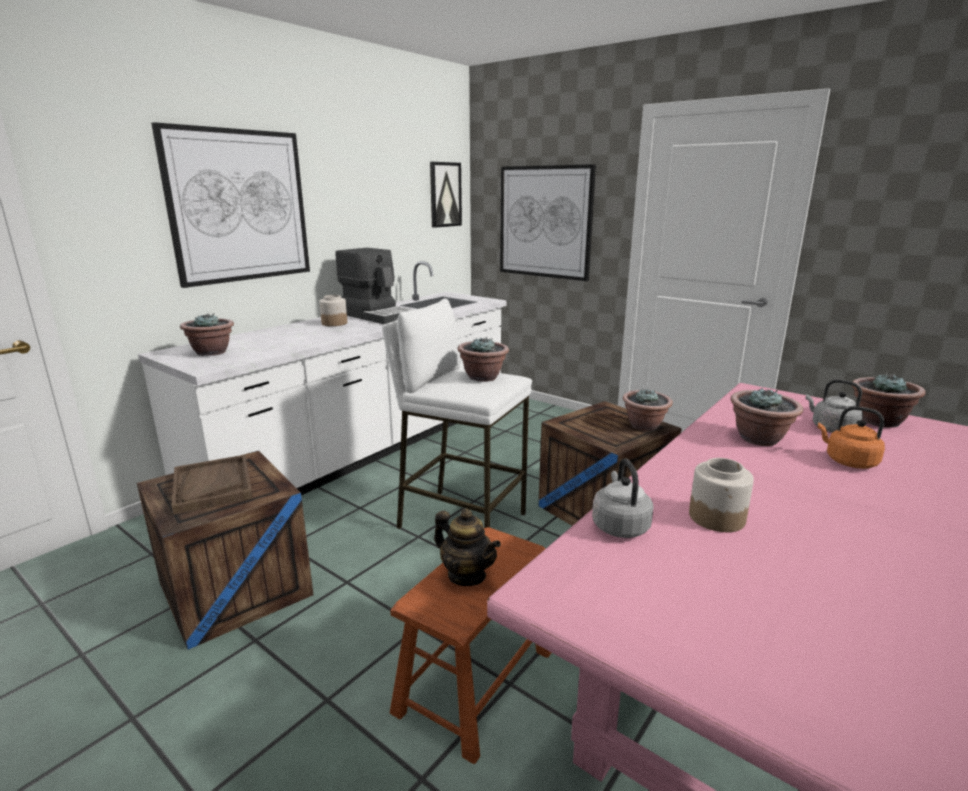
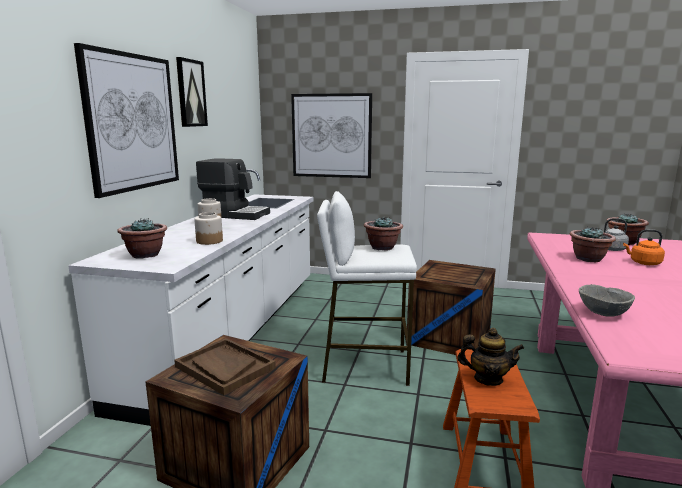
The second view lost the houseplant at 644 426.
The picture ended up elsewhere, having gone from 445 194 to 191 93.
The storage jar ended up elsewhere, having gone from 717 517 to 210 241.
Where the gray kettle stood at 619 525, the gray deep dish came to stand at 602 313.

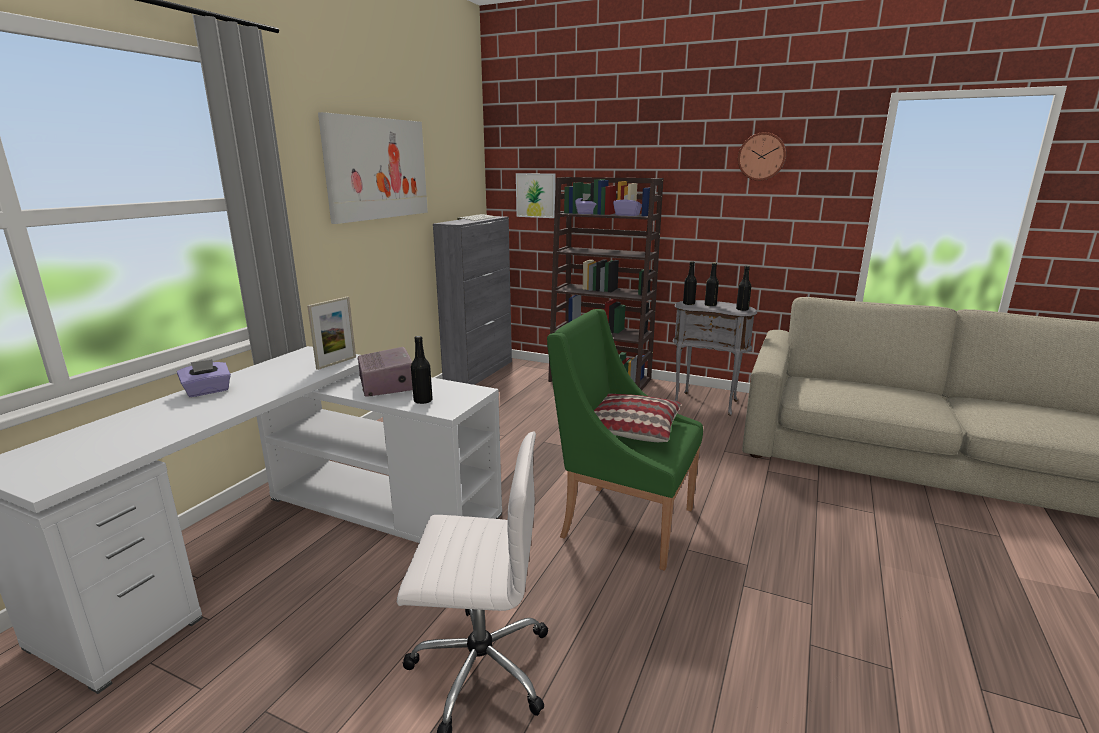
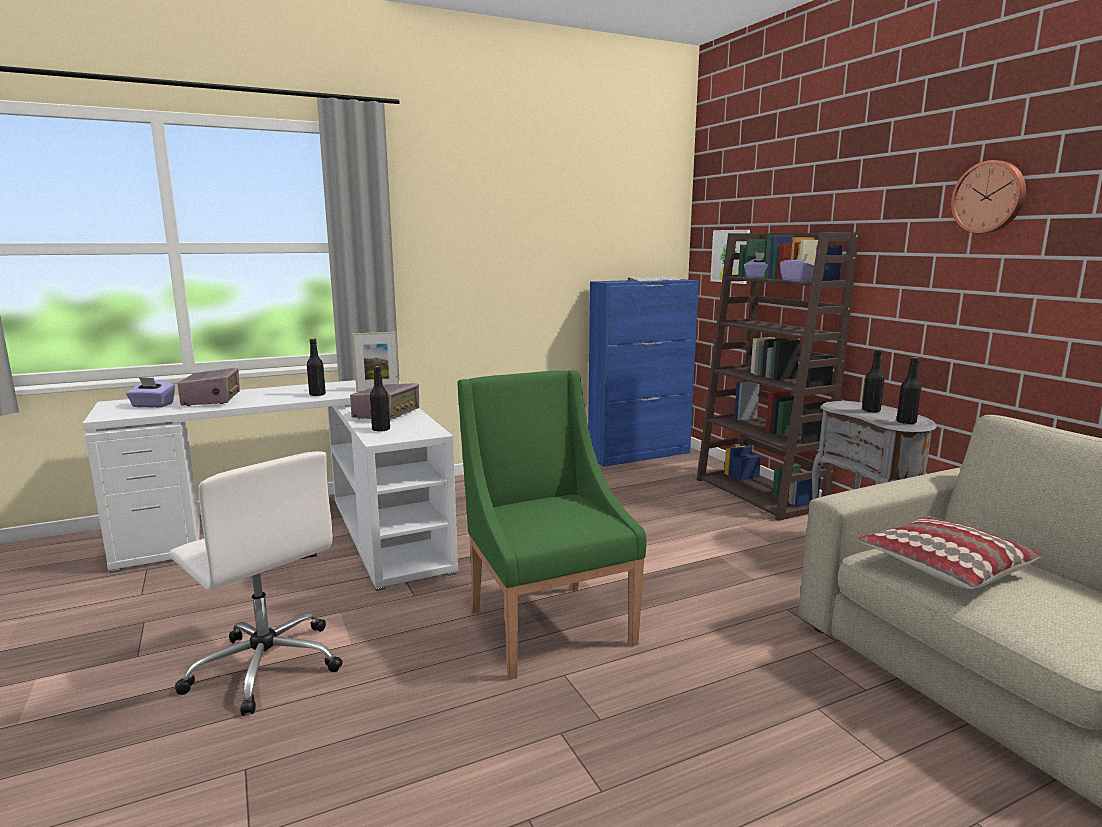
The second view lost the picture at 377 168.
The second view gained the radio at 212 400.
The purple box of tissues ended up elsewhere, having gone from 207 391 to 152 405.
The pillow ended up elsewhere, having gone from 629 428 to 943 566.
The blackish bottle ended up elsewhere, having gone from 688 304 to 317 395.
What was the gray storage cabinet at 479 372 turned into the blue-coloured storage cabinet at 640 455.

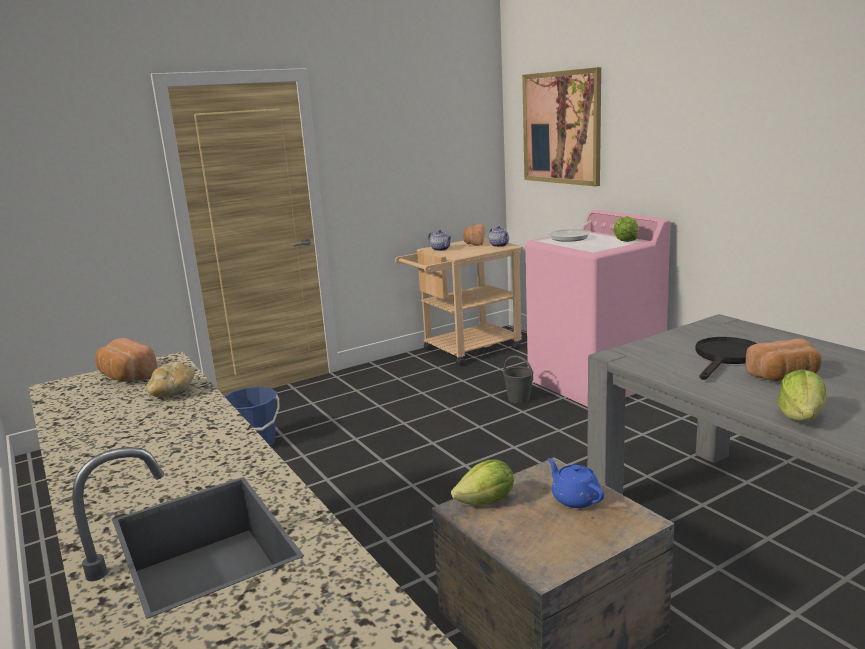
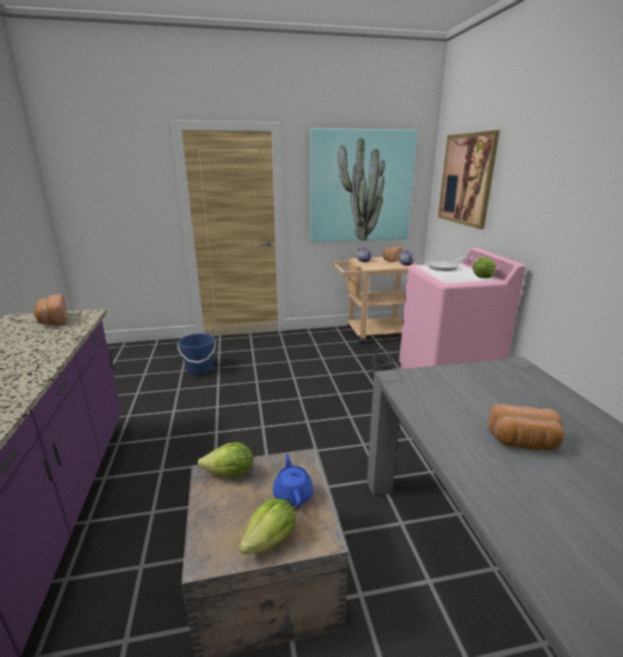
The second view lost the bakery bread at 172 392.
The second view lost the blackish frying pan at 725 358.
The second view gained the picture at 361 187.
The lettuce ended up elsewhere, having gone from 801 417 to 271 540.

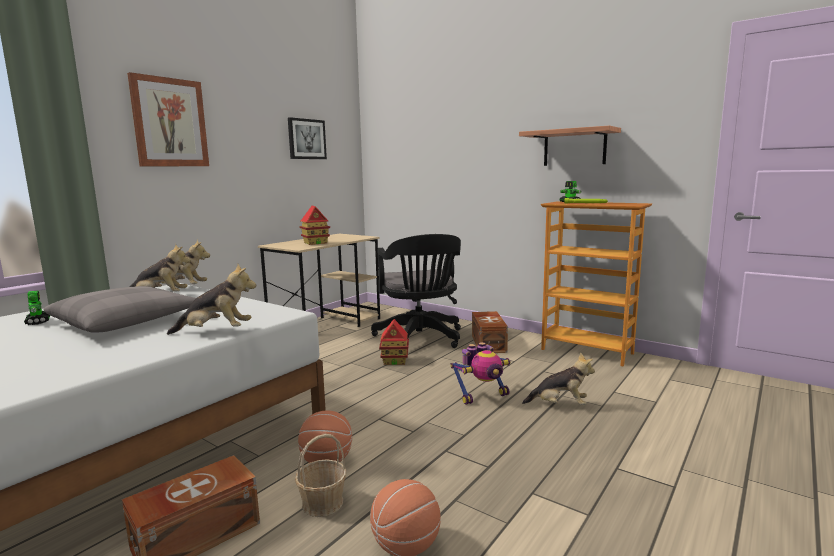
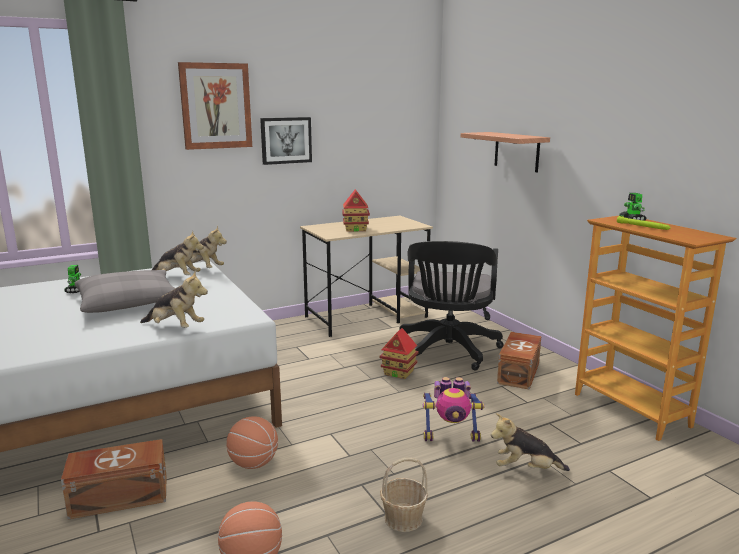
The picture ended up elsewhere, having gone from 306 139 to 286 140.
The basket ended up elsewhere, having gone from 322 503 to 403 518.
The shelf ended up elsewhere, having gone from 574 148 to 516 151.
The plush toy at 559 405 ended up facing another way, 150 degrees clockwise from before.

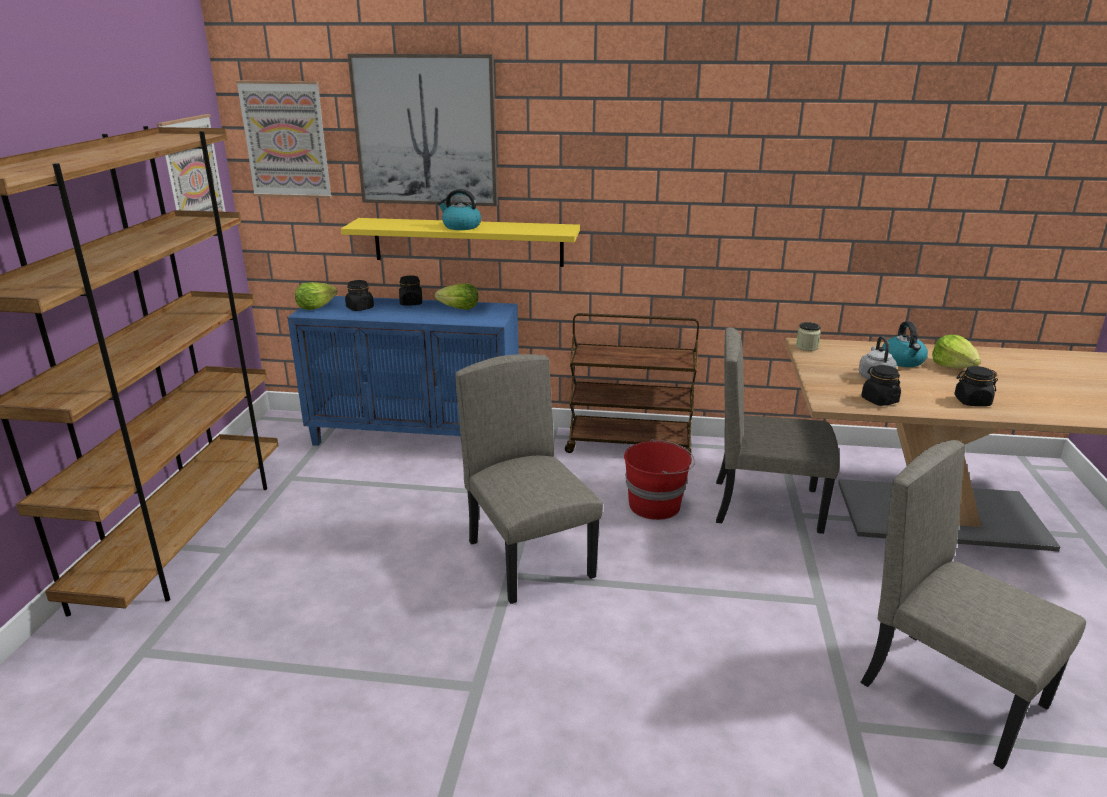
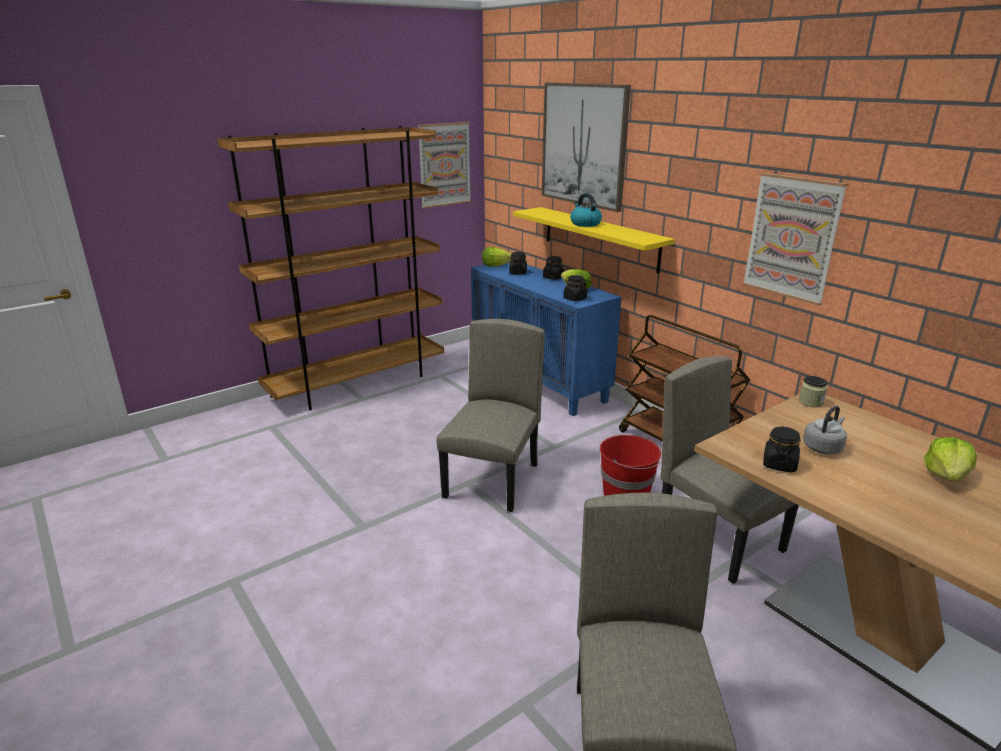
The second view lost the kettle at 903 361.
The picture ended up elsewhere, having gone from 286 140 to 792 237.
The blackish storage jar ended up elsewhere, having gone from 972 401 to 574 298.

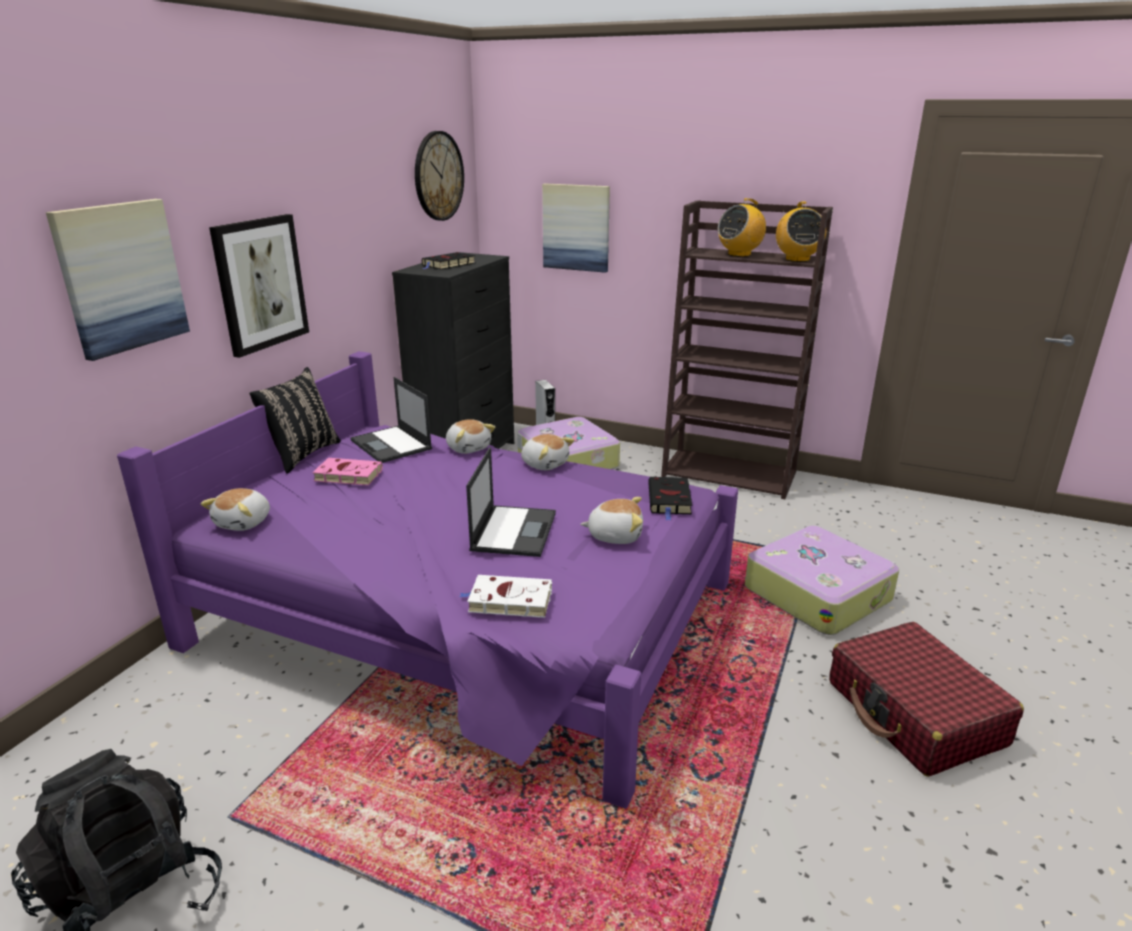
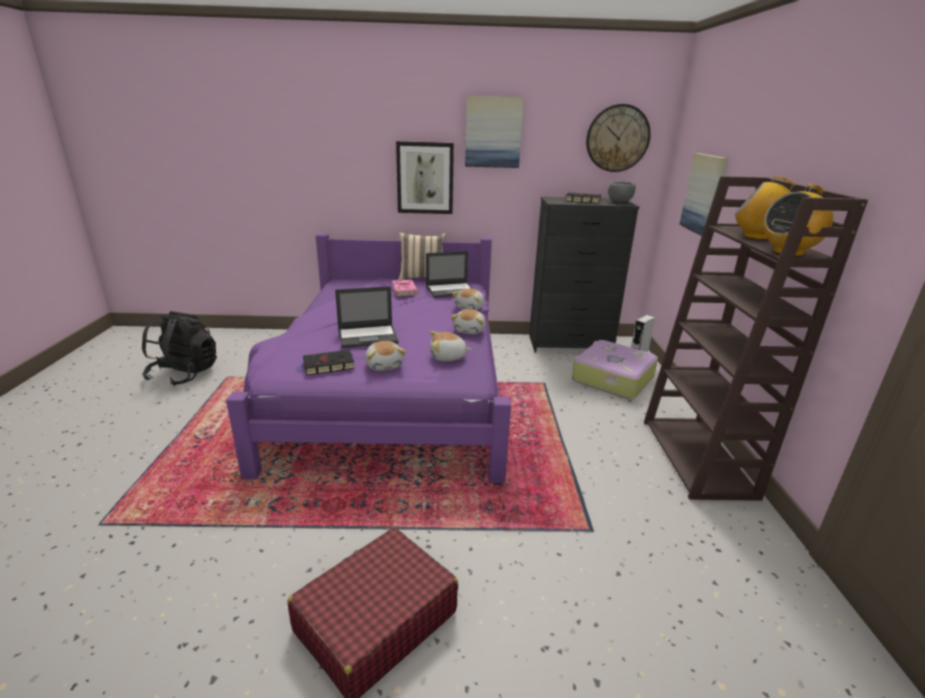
The second view lost the white-coloured book at 508 601.
The second view lost the piece of luggage at 817 593.
The second view gained the gray deep dish at 620 202.
The picture ended up elsewhere, having gone from 121 277 to 493 132.
The plush toy ended up elsewhere, having gone from 244 522 to 448 357.
The blackish book ended up elsewhere, having gone from 669 500 to 327 366.
What was the blackish pillow at 302 455 turned into the beige-coloured pillow at 422 278.
The notebook computer at 392 445 ended up facing another way, 135 degrees counterclockwise from before.

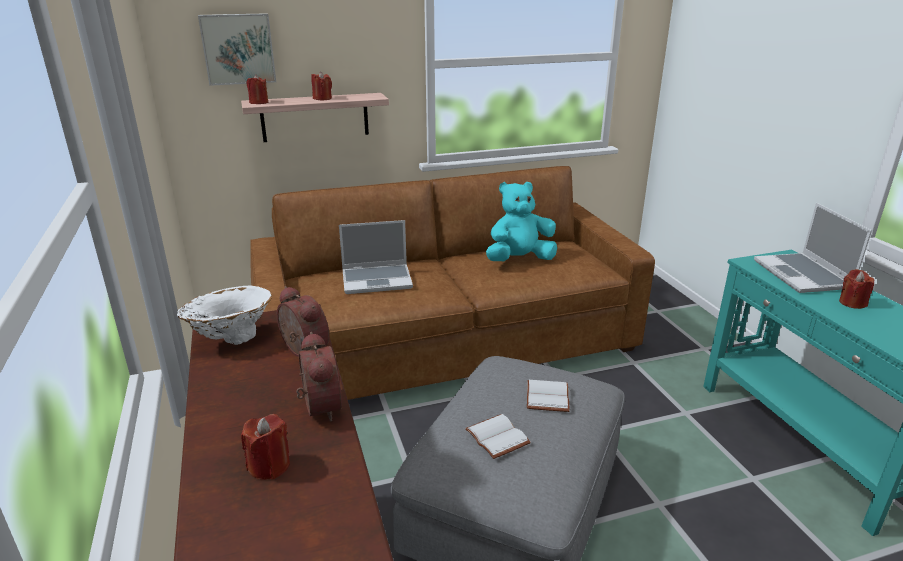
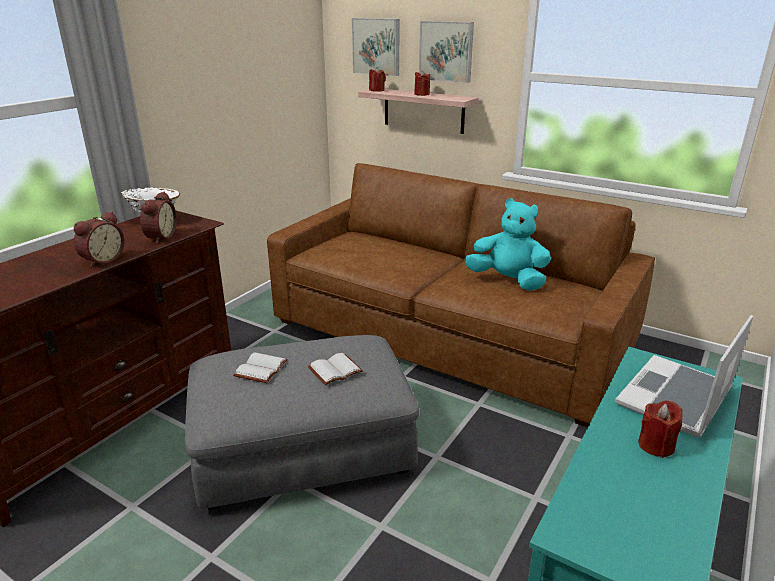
The second view lost the red-coloured wax candle at 269 466.
The second view lost the notebook computer at 377 280.
The second view gained the picture at 446 51.

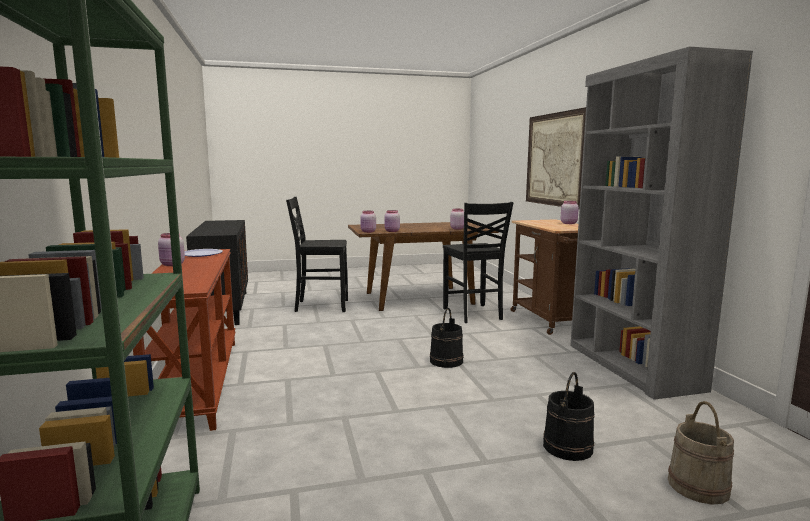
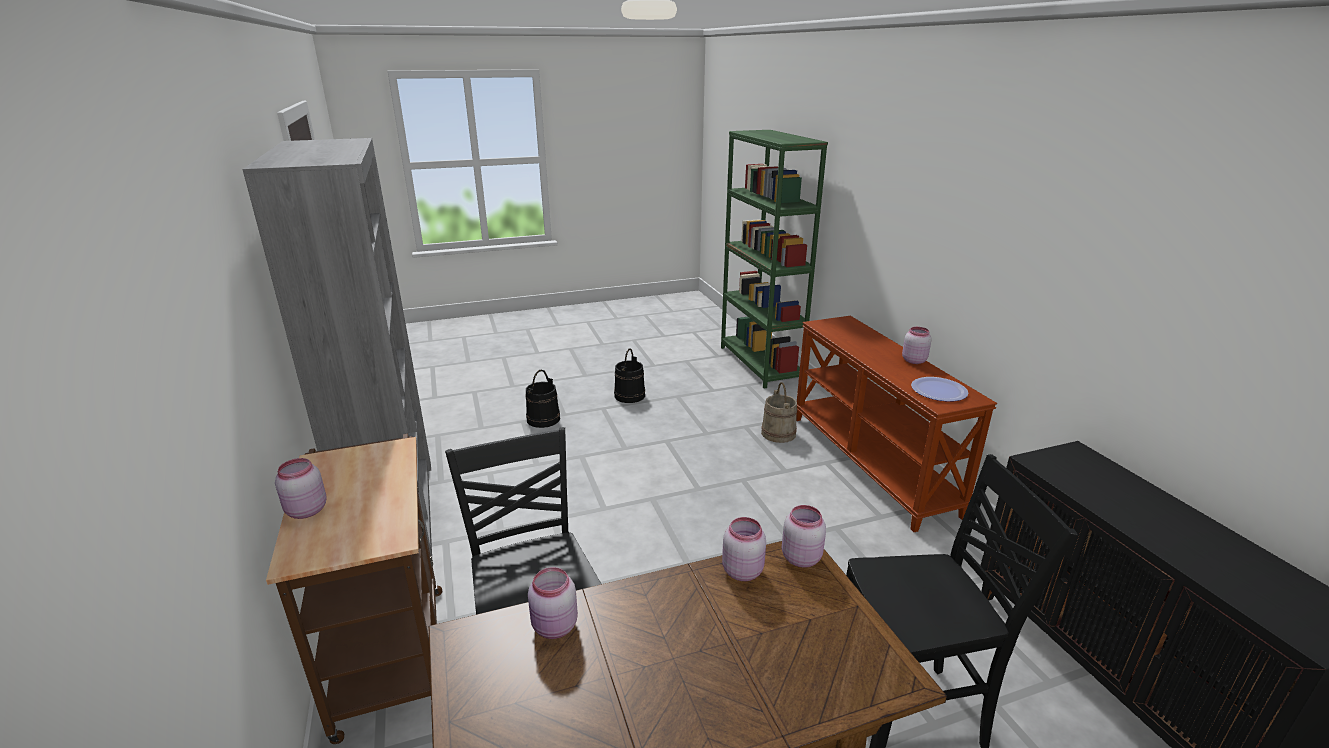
The second view lost the picture at 555 159.
The blackish bucket ended up elsewhere, having gone from 446 361 to 629 395.
The beige-coloured bucket ended up elsewhere, having gone from 697 486 to 778 433.

